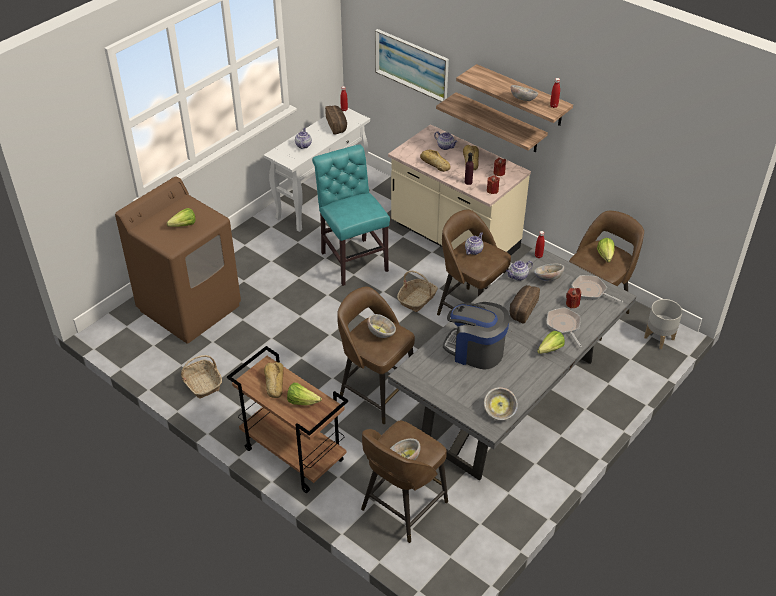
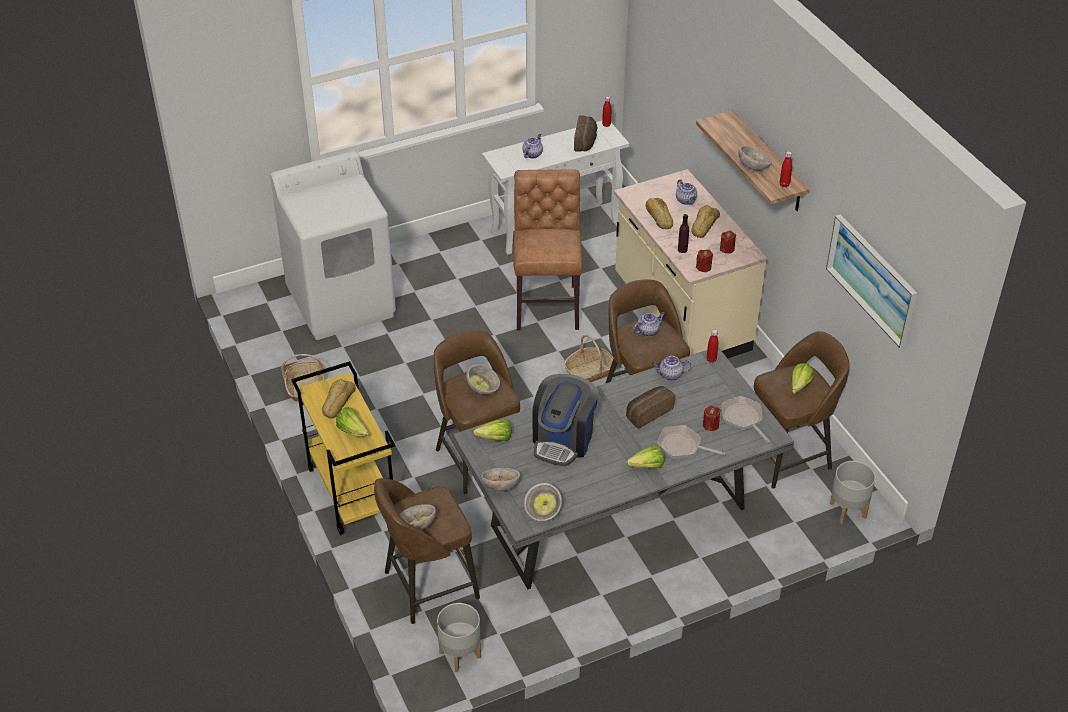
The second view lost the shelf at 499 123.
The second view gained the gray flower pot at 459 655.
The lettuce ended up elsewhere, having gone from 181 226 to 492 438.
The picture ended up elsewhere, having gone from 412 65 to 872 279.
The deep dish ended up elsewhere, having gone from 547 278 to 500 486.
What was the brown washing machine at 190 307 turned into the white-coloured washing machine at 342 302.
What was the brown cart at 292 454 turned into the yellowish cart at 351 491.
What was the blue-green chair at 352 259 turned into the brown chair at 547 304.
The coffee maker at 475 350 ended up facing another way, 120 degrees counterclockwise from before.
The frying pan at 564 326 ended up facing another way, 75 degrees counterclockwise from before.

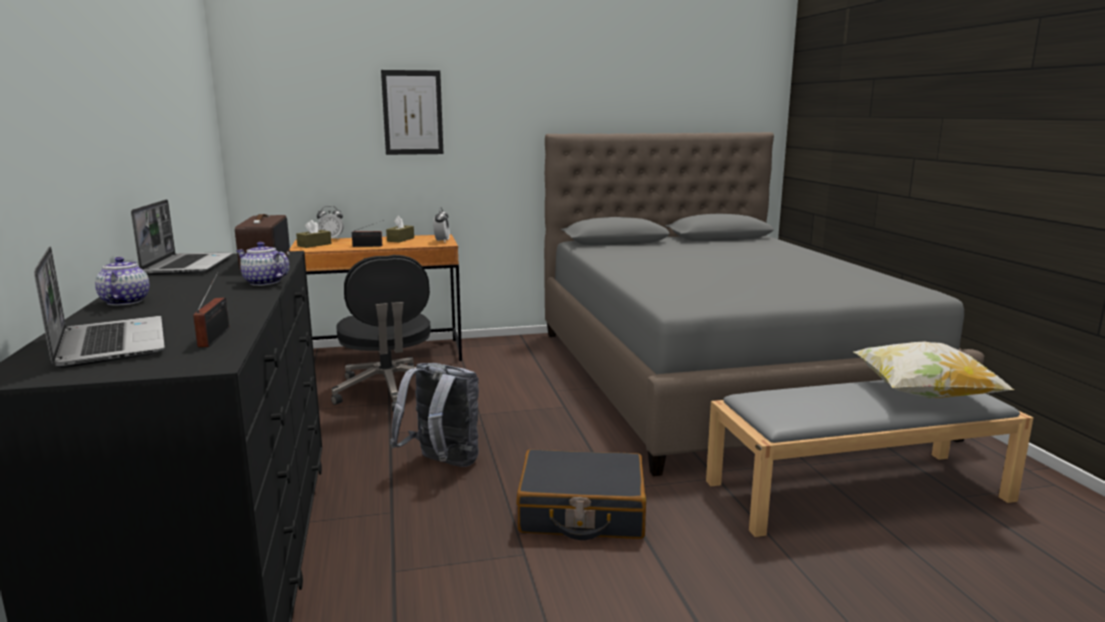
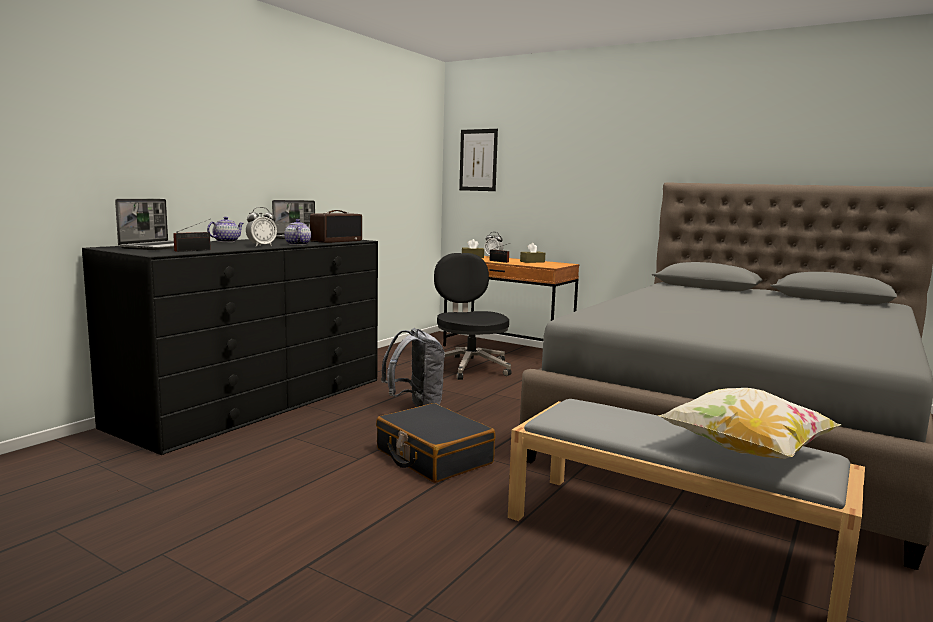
The picture ended up elsewhere, having gone from 412 112 to 478 160.
The bedside clock ended up elsewhere, having gone from 442 241 to 261 246.
The blackish office chair at 388 391 ended up facing another way, 135 degrees clockwise from before.

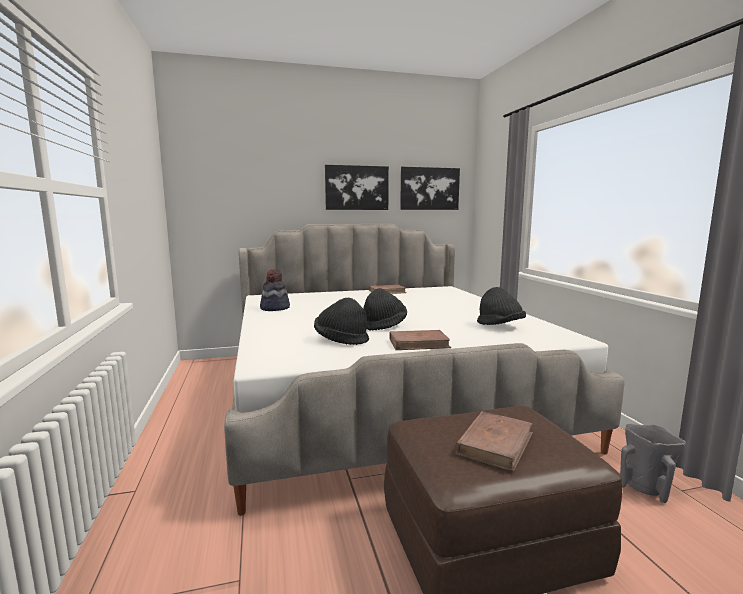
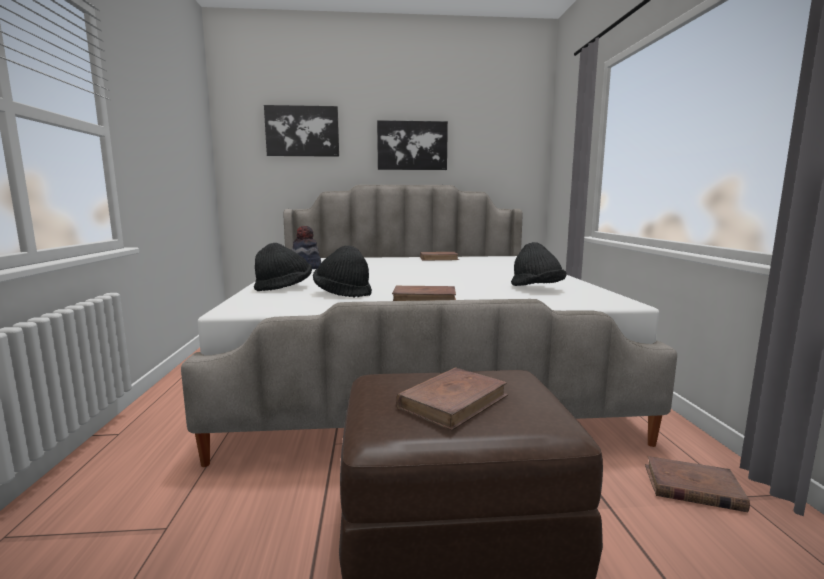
The blackish wearable hat ended up elsewhere, having gone from 384 326 to 284 288.
The picture ended up elsewhere, having gone from 429 188 to 302 131.
Where the gray vase stood at 646 487, the brown book came to stand at 692 488.

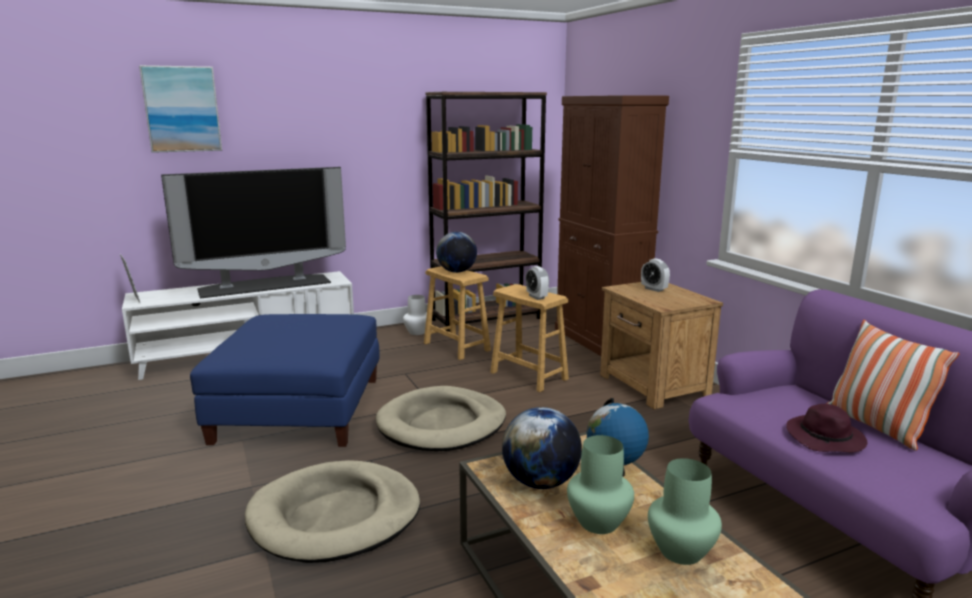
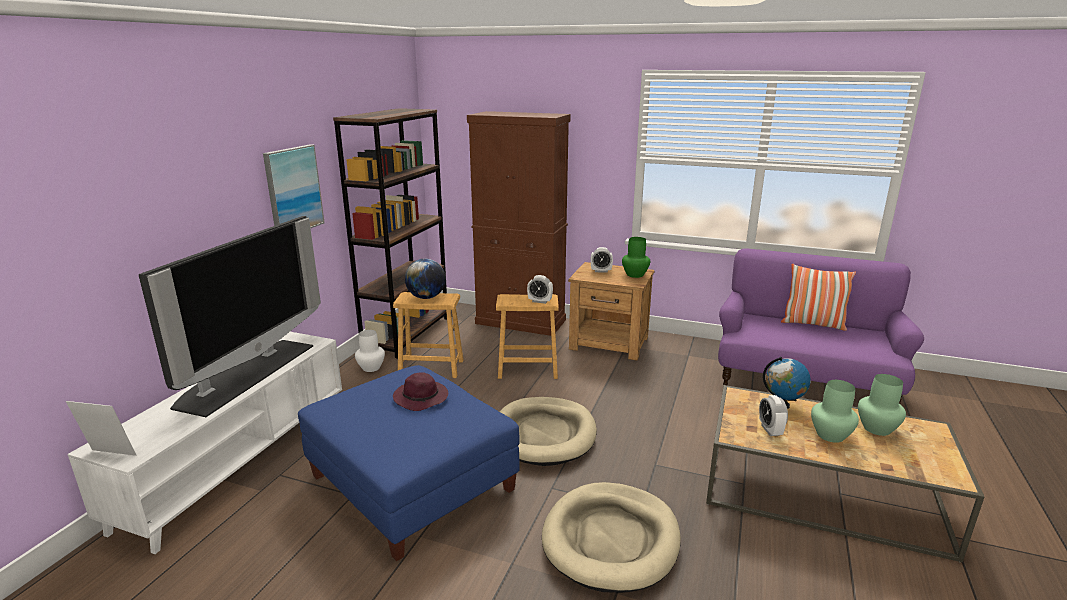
The second view gained the greenish vase at 635 275.
The picture ended up elsewhere, having gone from 182 109 to 293 190.
The purple wearable hat ended up elsewhere, having gone from 826 439 to 422 398.
Where the desk globe stood at 540 482, the bedside clock came to stand at 770 430.

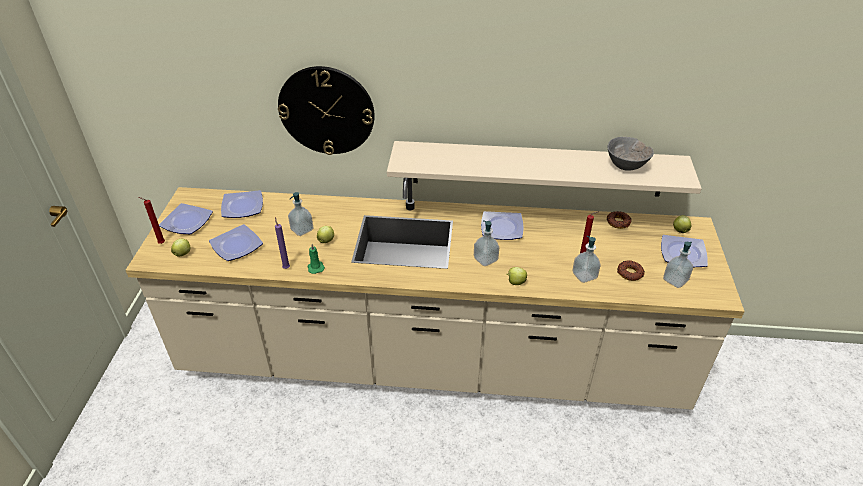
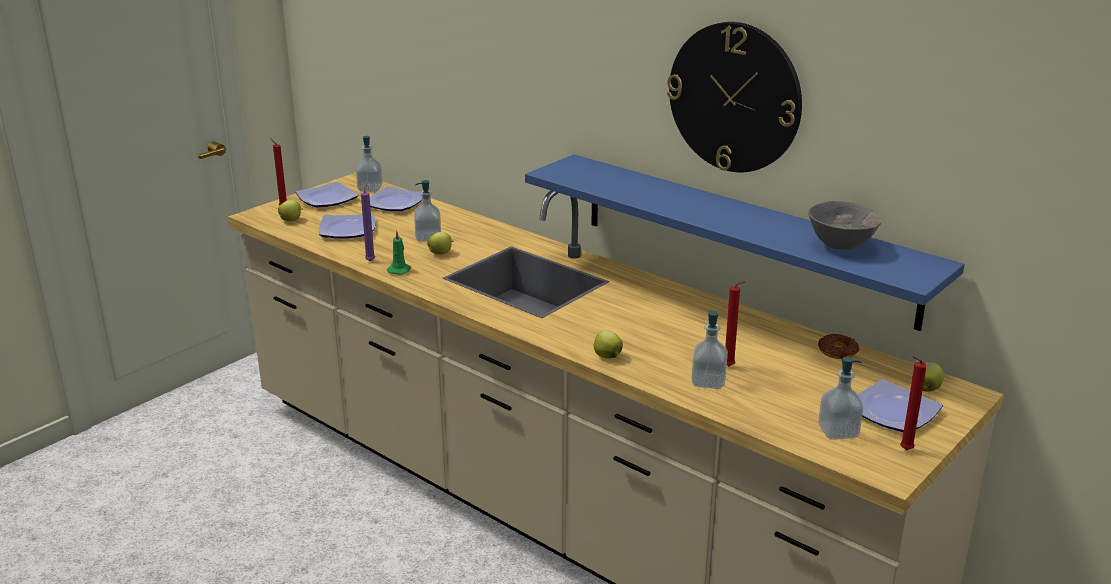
The second view lost the dinner plate at 501 227.
The second view lost the doughnut at 630 273.
The second view gained the red-coloured wax candle at 904 450.
The clock on the wall ended up elsewhere, having gone from 326 110 to 734 97.
The soap bottle ended up elsewhere, having gone from 485 259 to 370 188.
What was the beige-coloured shelf at 537 168 turned into the blue-coloured shelf at 743 237.

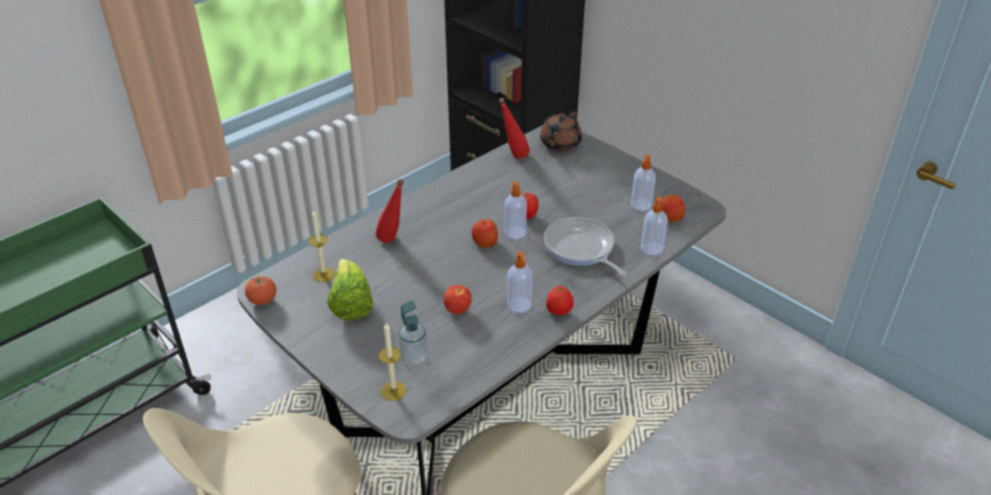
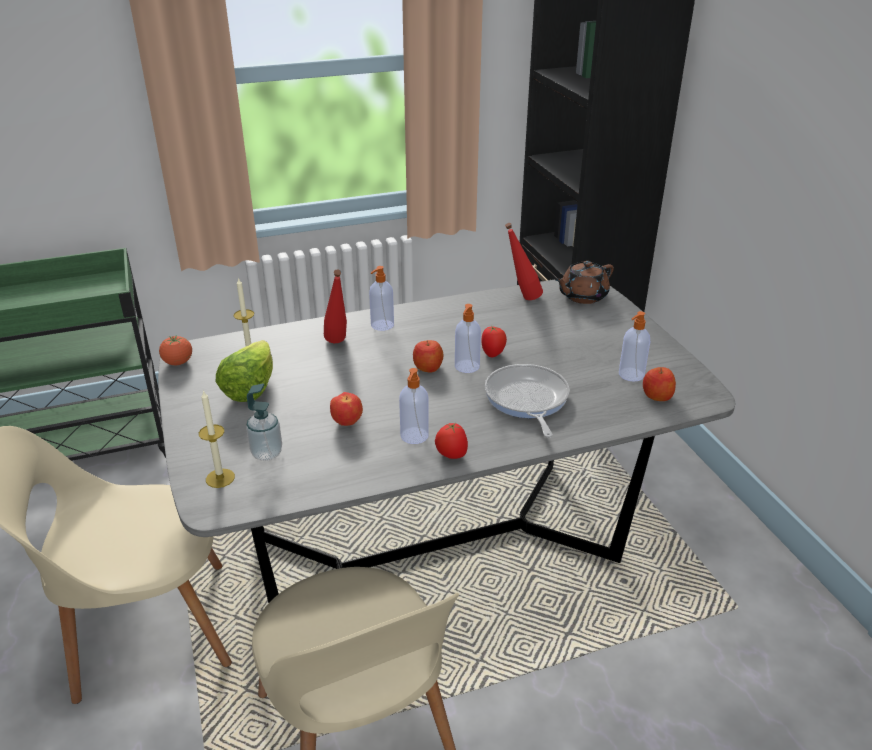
The soap bottle ended up elsewhere, having gone from 651 249 to 381 325.

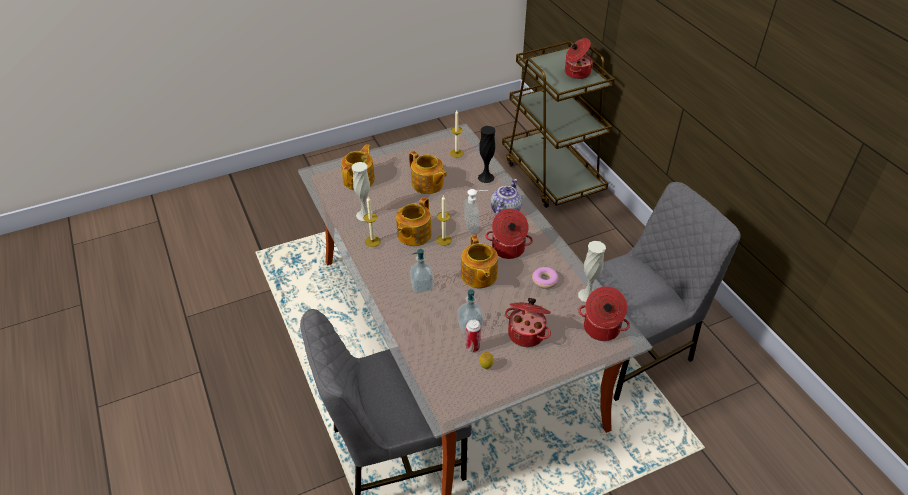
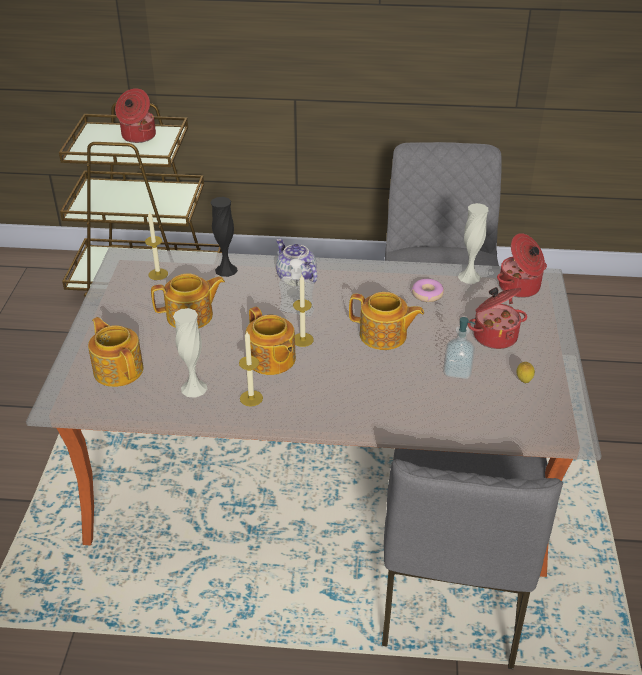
The second view lost the soap bottle at 422 285.
The second view lost the sealed can at 472 347.
The second view lost the saucepot at 508 249.

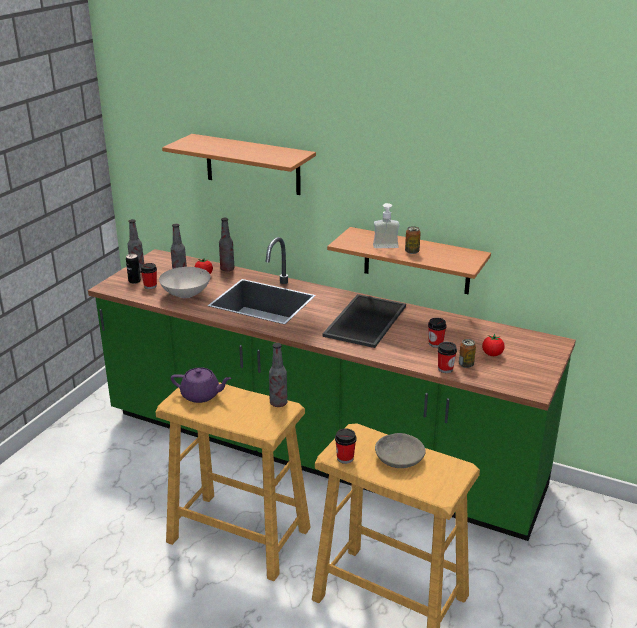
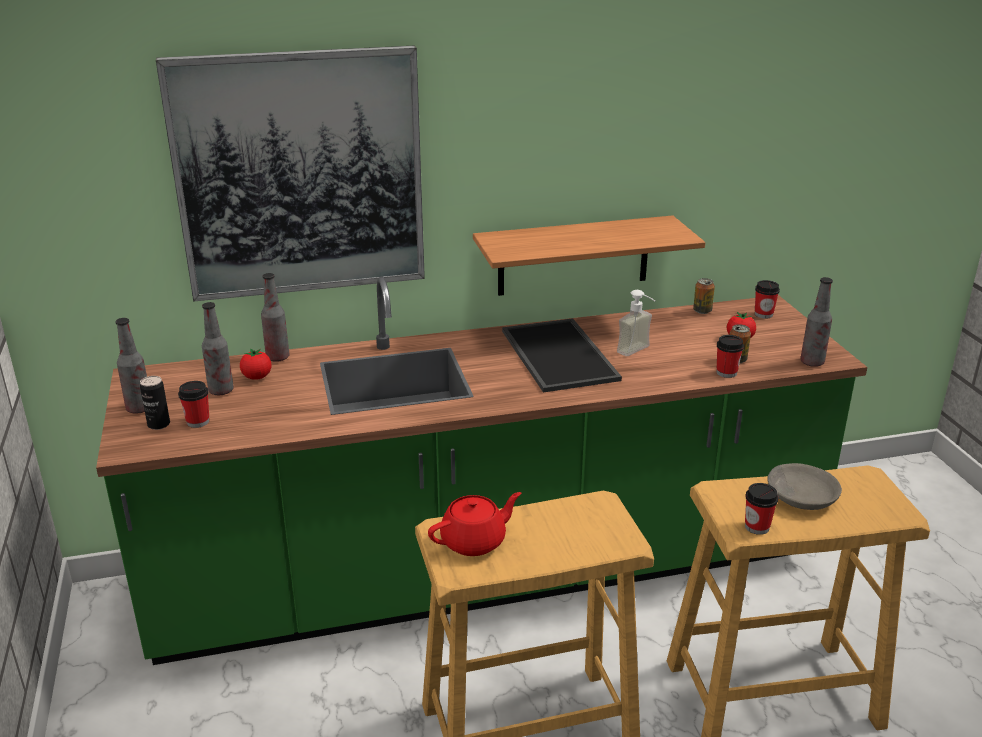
The second view lost the white-coloured deep dish at 187 294.
The bottle ended up elsewhere, having gone from 278 403 to 812 362.
The soap bottle ended up elsewhere, having gone from 386 248 to 638 352.
The sealed can ended up elsewhere, having gone from 412 251 to 702 311.
The cup ended up elsewhere, having gone from 435 344 to 763 314.
Where the shelf hung at 252 164, the picture came to hang at 300 175.
What was the purple pot for tea at 201 395 turned into the red-coloured pot for tea at 474 541.

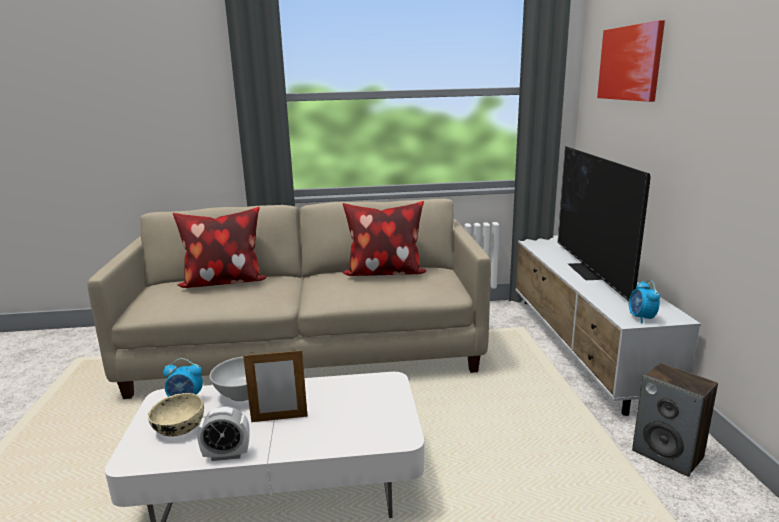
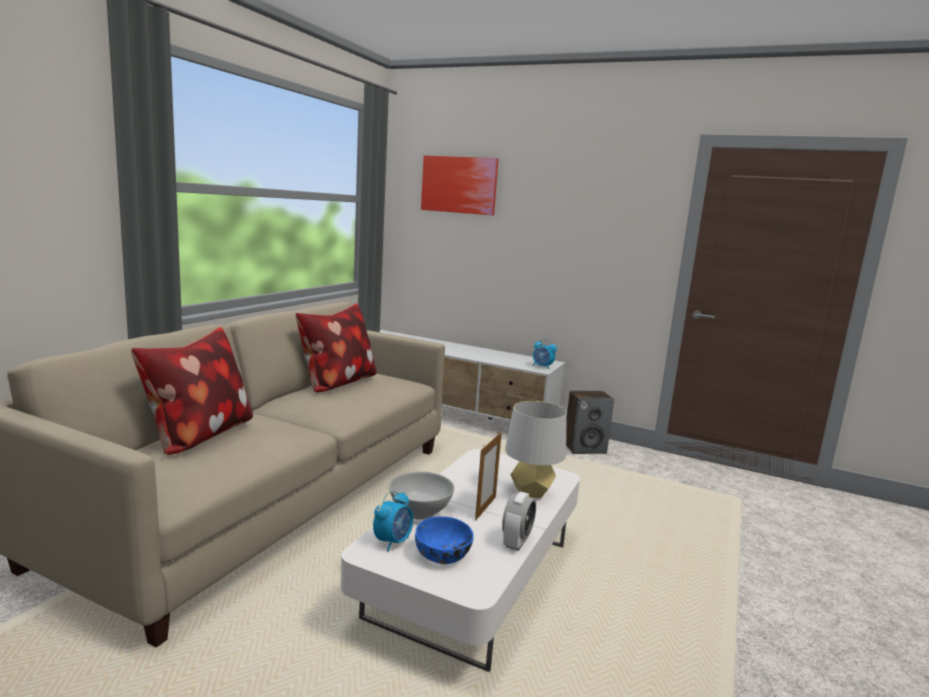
The second view lost the television at 590 271.
The second view gained the gray table lamp at 531 492.
What was the beige-coloured deep dish at 178 427 turned into the blue-coloured deep dish at 442 555.

